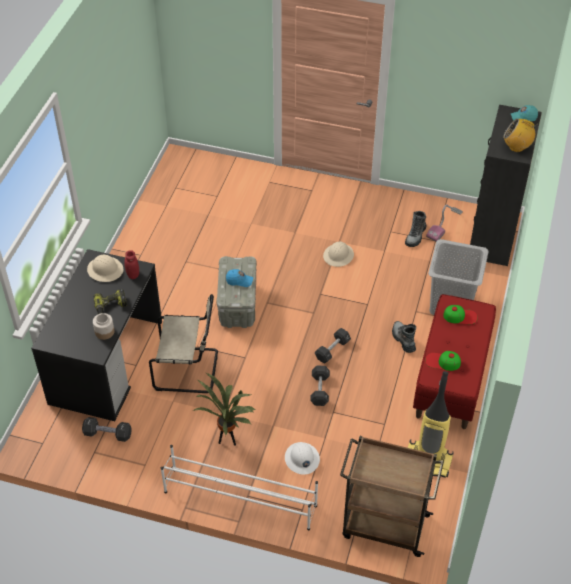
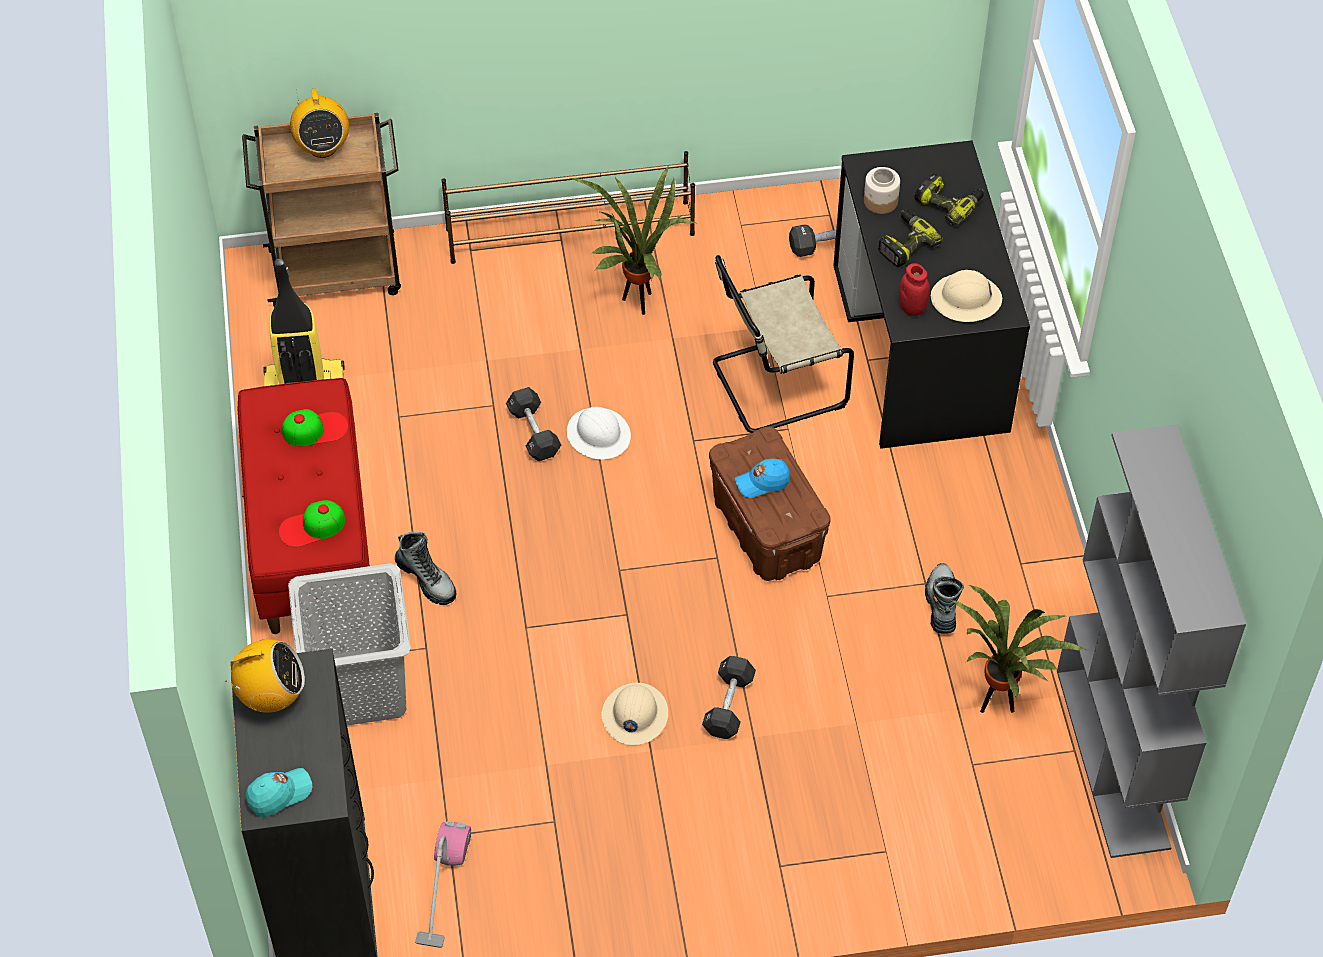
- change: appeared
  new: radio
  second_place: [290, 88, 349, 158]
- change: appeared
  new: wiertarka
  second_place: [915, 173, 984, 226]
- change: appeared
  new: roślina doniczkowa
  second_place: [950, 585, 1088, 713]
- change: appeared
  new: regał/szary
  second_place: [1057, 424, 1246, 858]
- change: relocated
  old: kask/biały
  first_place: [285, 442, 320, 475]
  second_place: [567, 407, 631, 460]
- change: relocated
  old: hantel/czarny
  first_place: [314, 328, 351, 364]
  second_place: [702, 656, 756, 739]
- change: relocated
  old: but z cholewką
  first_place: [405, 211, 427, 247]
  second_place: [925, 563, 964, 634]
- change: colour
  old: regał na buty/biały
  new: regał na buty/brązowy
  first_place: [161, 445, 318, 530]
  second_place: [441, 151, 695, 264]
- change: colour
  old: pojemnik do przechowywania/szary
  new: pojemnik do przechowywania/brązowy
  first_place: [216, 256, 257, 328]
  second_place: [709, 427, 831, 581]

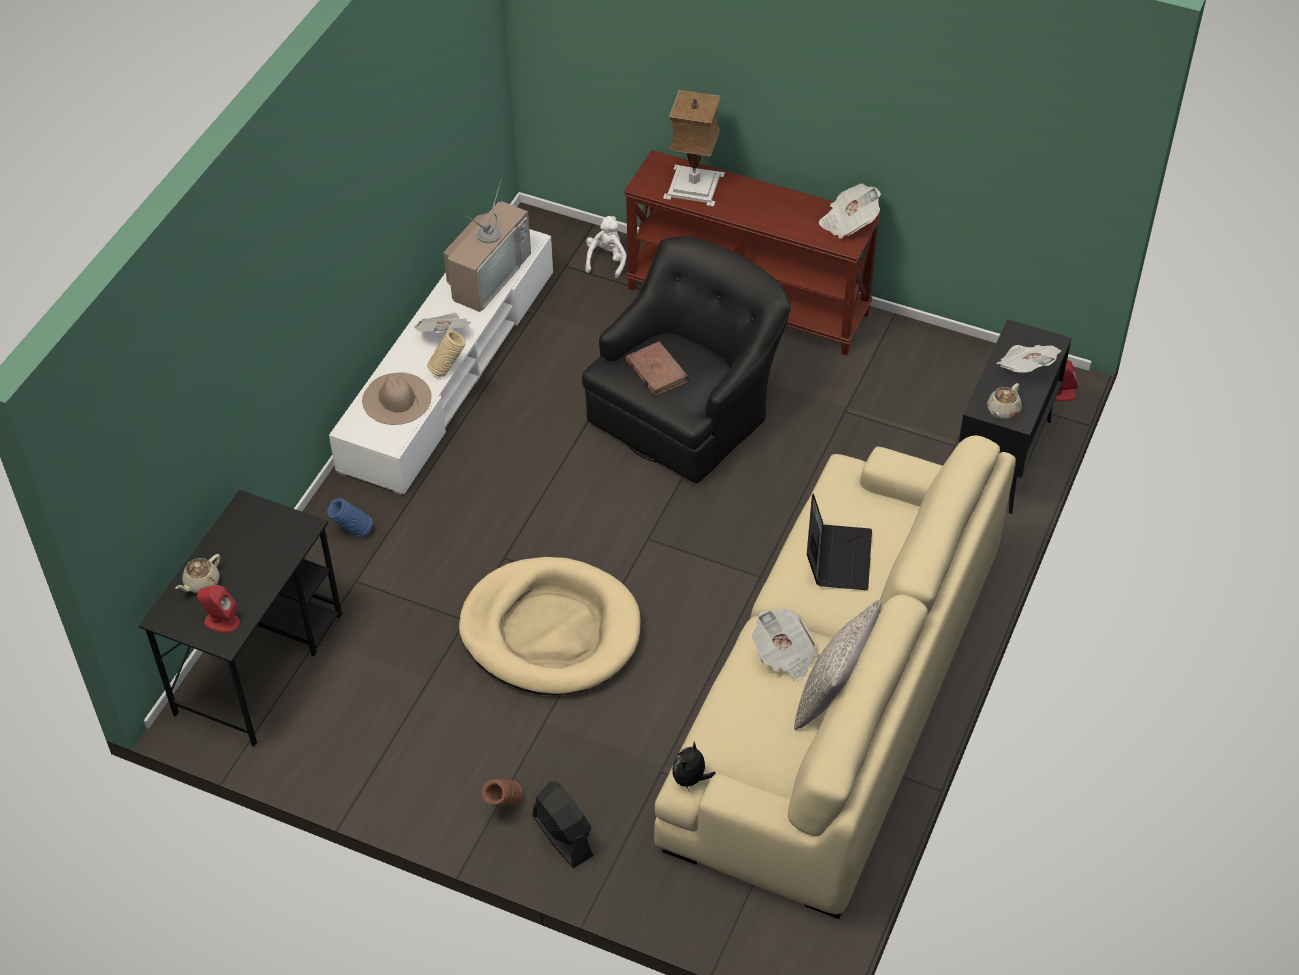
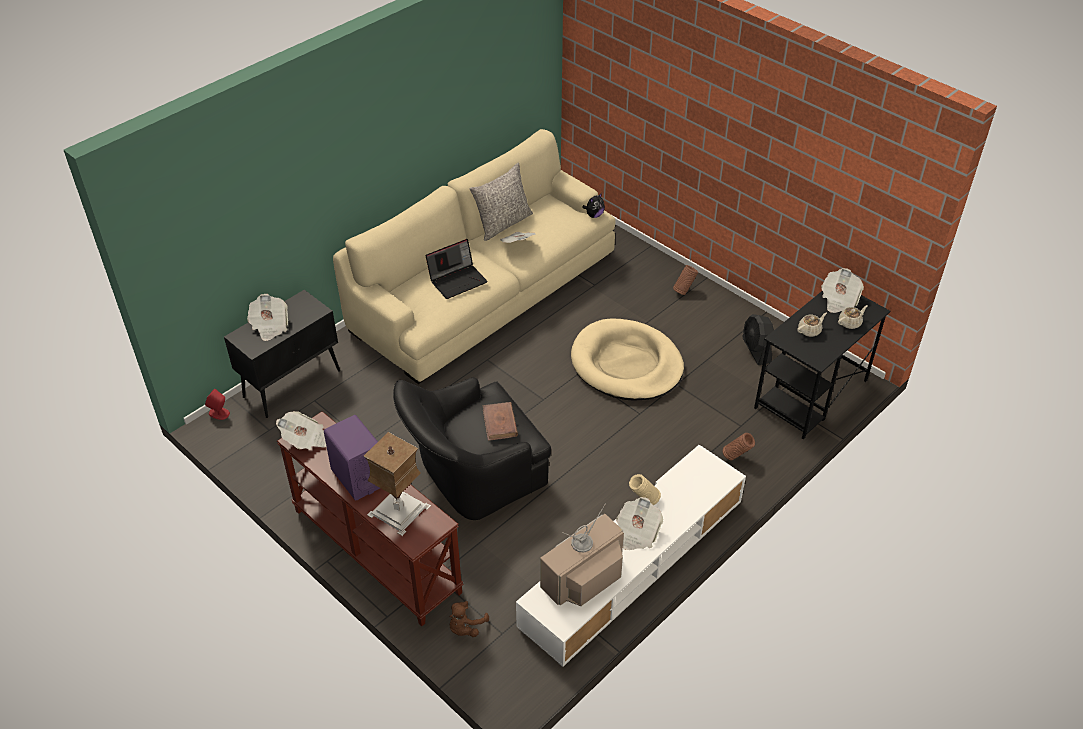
- change: missing
  old: kapelusz/beżowy
  first_place: [362, 373, 432, 425]
- change: appeared
  new: głośnik/fioletowy
  second_place: [324, 415, 380, 500]
- change: relocated
  old: wentylator/czarny
  first_place: [532, 781, 594, 868]
  second_place: [742, 314, 774, 365]
- change: relocated
  old: imbryk/beżowy
  first_place: [987, 383, 1022, 419]
  second_place: [797, 313, 827, 337]
- change: exchanged
  old: głośnik/czerwony
  new: gazeta
  first_place: [197, 585, 240, 633]
  second_place: [821, 268, 864, 313]
- change: colour
  old: wazon/niebieski
  new: wazon/brązowy
  first_place: [327, 498, 373, 538]
  second_place: [723, 433, 755, 461]
- change: colour
  old: pluszak/biały
  new: pluszak/brązowy
  first_place: [585, 216, 627, 279]
  second_place: [449, 601, 489, 637]
- change: spun
  old: laptop
  first_place: [807, 494, 872, 590]
  second_place: [425, 239, 488, 299]
  degrees: -150

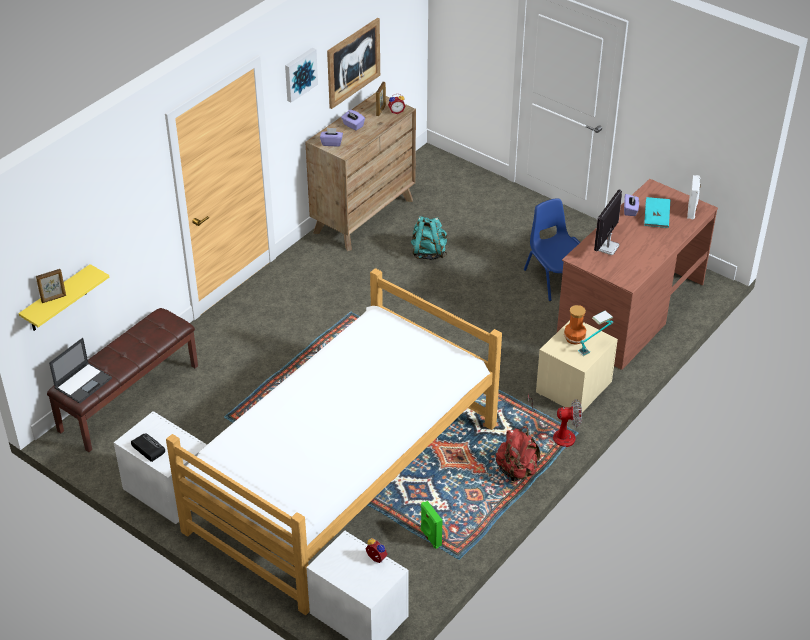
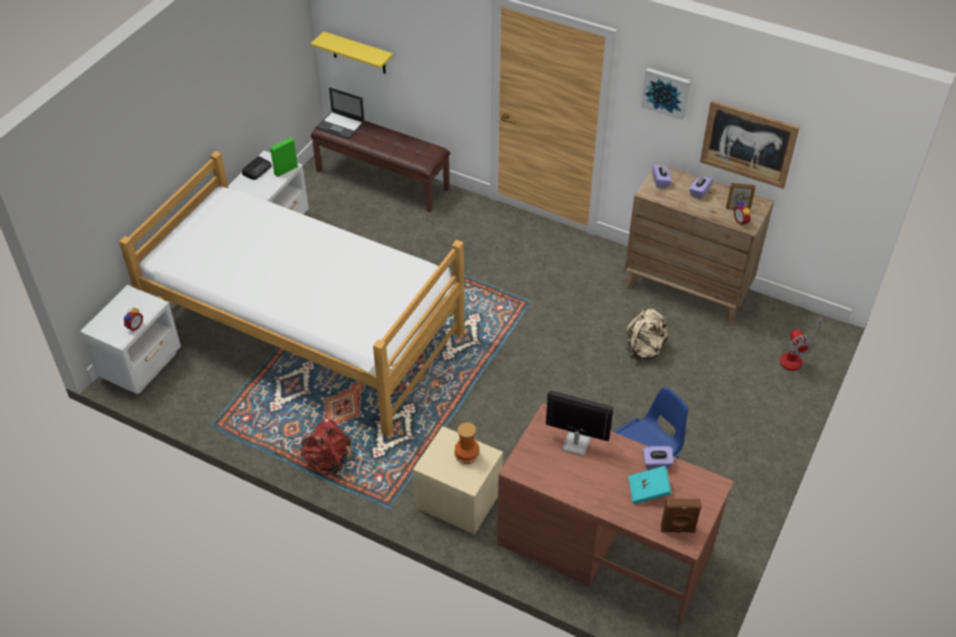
- change: missing
  old: ramka na zdjęcie
  first_place: [36, 269, 66, 303]
- change: missing
  old: lampa stołowa
  first_place: [578, 311, 613, 356]
- change: relocated
  old: głośnik/zielony
  first_place: [421, 501, 442, 549]
  second_place: [270, 137, 298, 177]
- change: relocated
  old: wentylator
  first_place: [528, 393, 582, 447]
  second_place: [780, 317, 823, 371]
- change: colour
  old: plecak/turkusowy
  new: plecak/beżowy
  first_place: [411, 216, 448, 260]
  second_place: [627, 309, 668, 362]
- change: colour
  old: głośnik/biały
  new: głośnik/brązowy
  first_place: [687, 175, 701, 219]
  second_place: [661, 498, 702, 533]

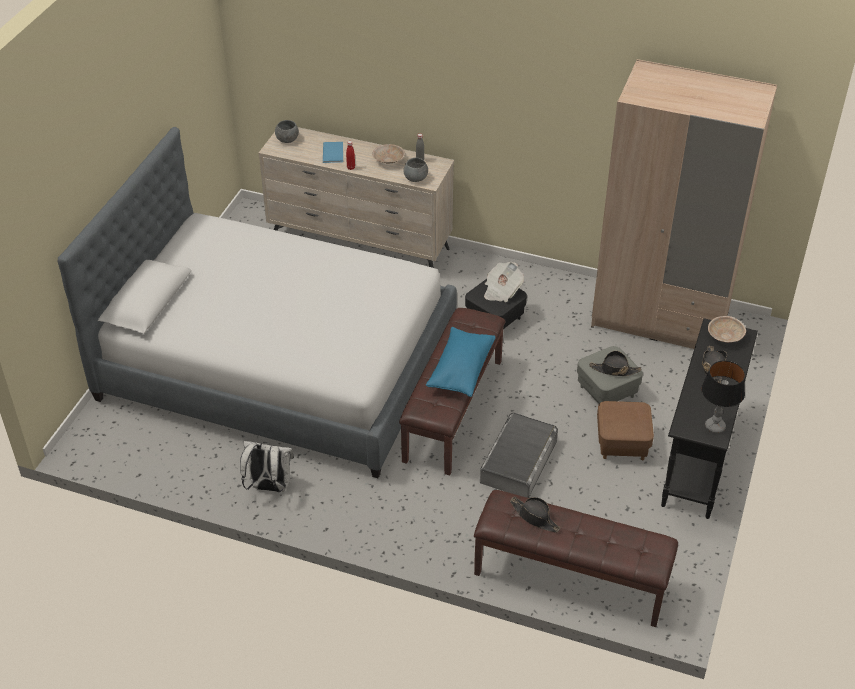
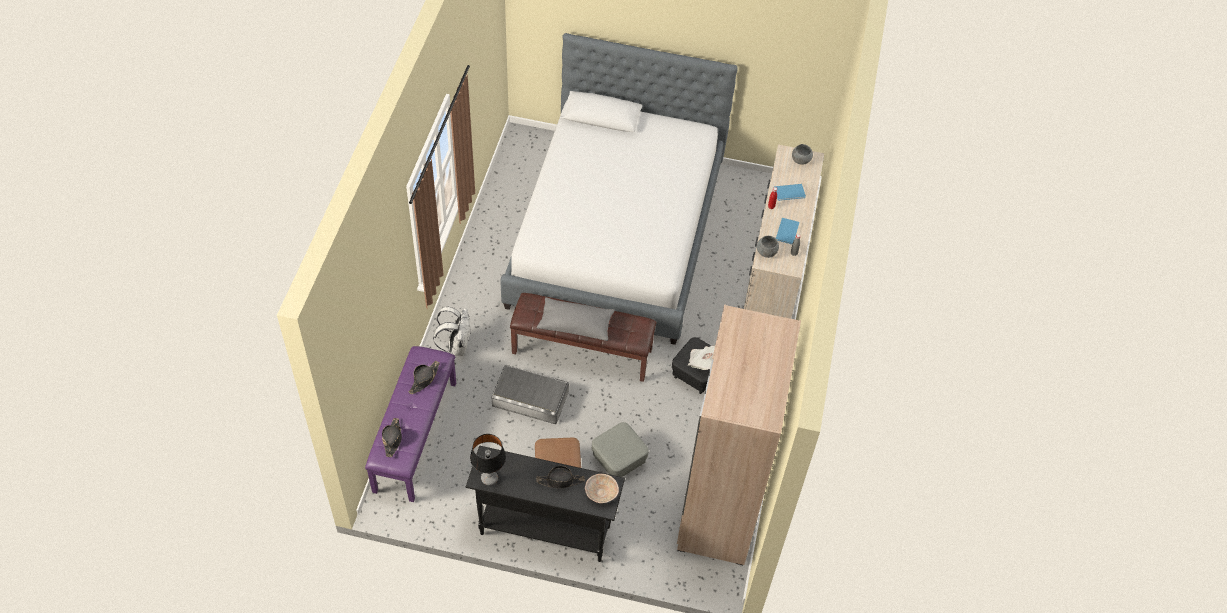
- change: relocated
  old: plecak/biały
  first_place: [240, 441, 294, 492]
  second_place: [433, 306, 471, 356]
- change: relocated
  old: kapelusz/czarny
  first_place: [590, 351, 641, 376]
  second_place: [382, 418, 402, 457]
- change: exchanged
  old: miska/beżowy
  new: książka/niebieski
  first_place: [372, 144, 405, 164]
  second_place: [776, 218, 800, 244]
- change: colour
  old: poduszka/niebieski
  new: poduszka/szary
  first_place: [426, 327, 496, 397]
  second_place: [537, 297, 615, 341]
- change: colour
  old: ławka/brązowy
  new: ławka/fioletowy
  first_place: [474, 490, 678, 627]
  second_place: [365, 346, 456, 502]

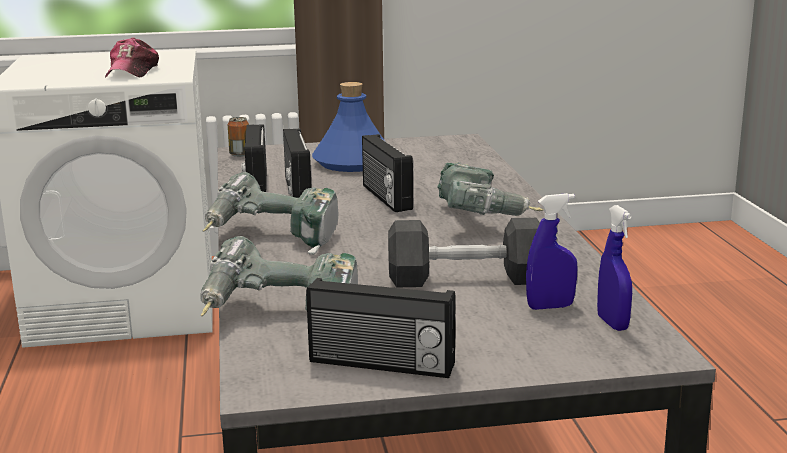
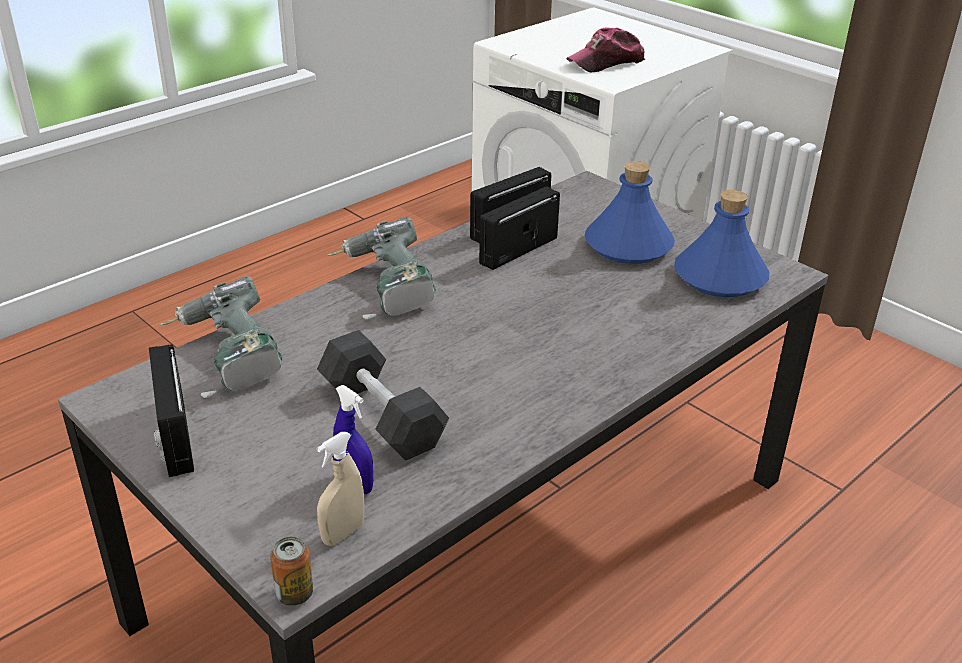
- change: missing
  old: radio
  first_place: [362, 134, 413, 212]
- change: missing
  old: wiertarka
  first_place: [437, 162, 544, 216]
- change: appeared
  new: butelka/niebieski
  second_place: [674, 190, 770, 297]
- change: relocated
  old: puszka
  first_place: [228, 117, 249, 157]
  second_place: [270, 537, 313, 606]
- change: colour
  old: spryskiwacz/niebieski
  new: spryskiwacz/beżowy
  first_place: [597, 205, 632, 331]
  second_place: [317, 432, 364, 546]

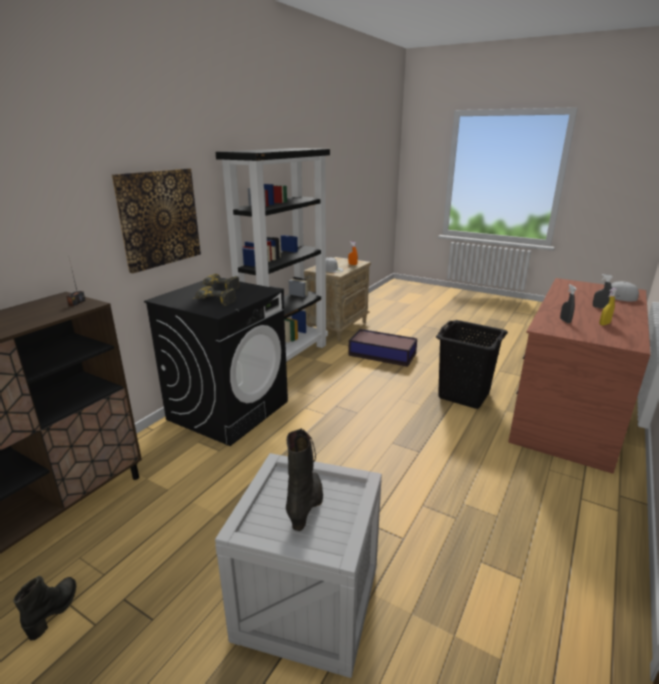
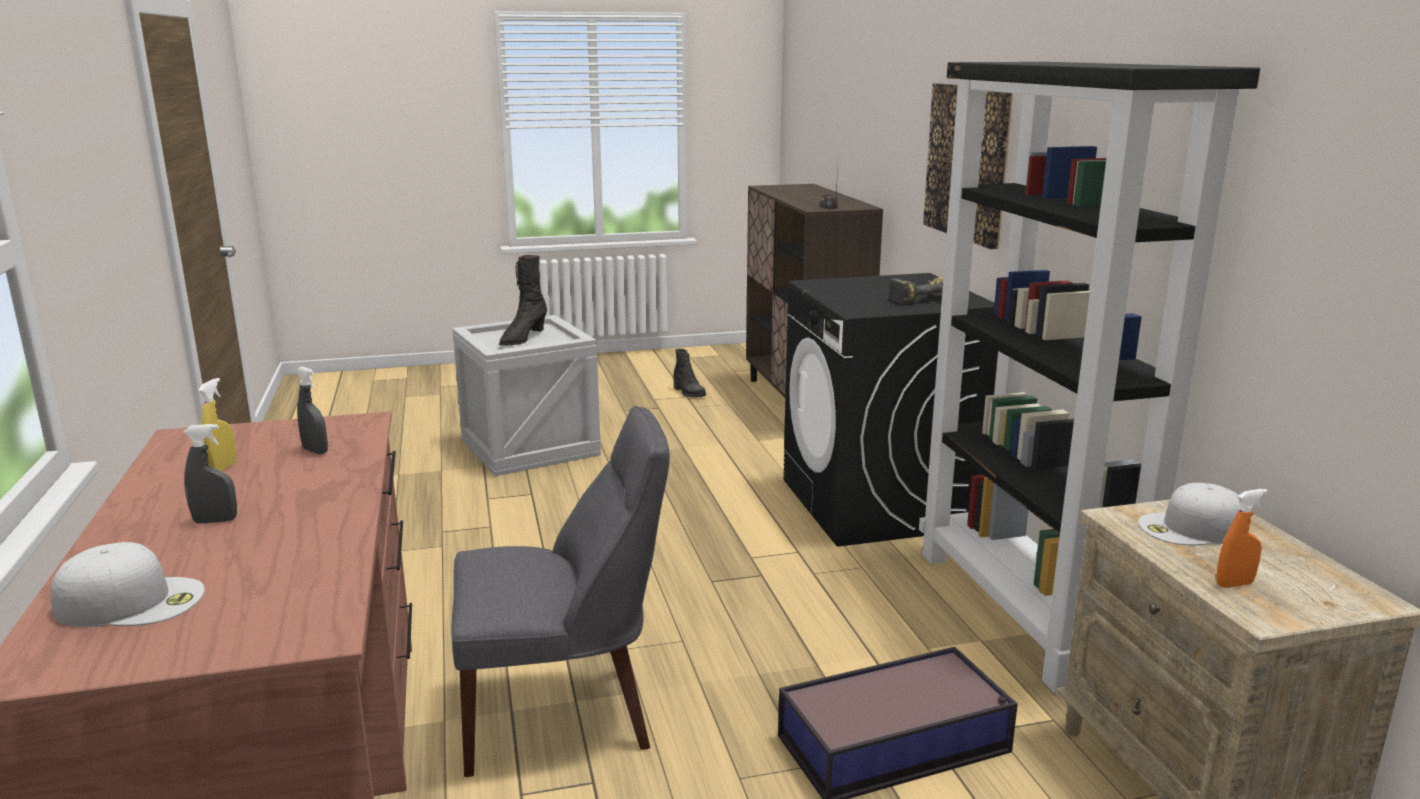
- change: missing
  old: wiertarka
  first_place: [193, 286, 236, 306]
- change: exchanged
  old: kosz na pranie/czarny
  new: krzesło/szary
  first_place: [436, 320, 508, 409]
  second_place: [452, 406, 670, 777]
- change: spun
  old: but z cholewką/czarny
  first_place: [286, 428, 323, 531]
  second_place: [499, 255, 547, 346]
  degrees: 60

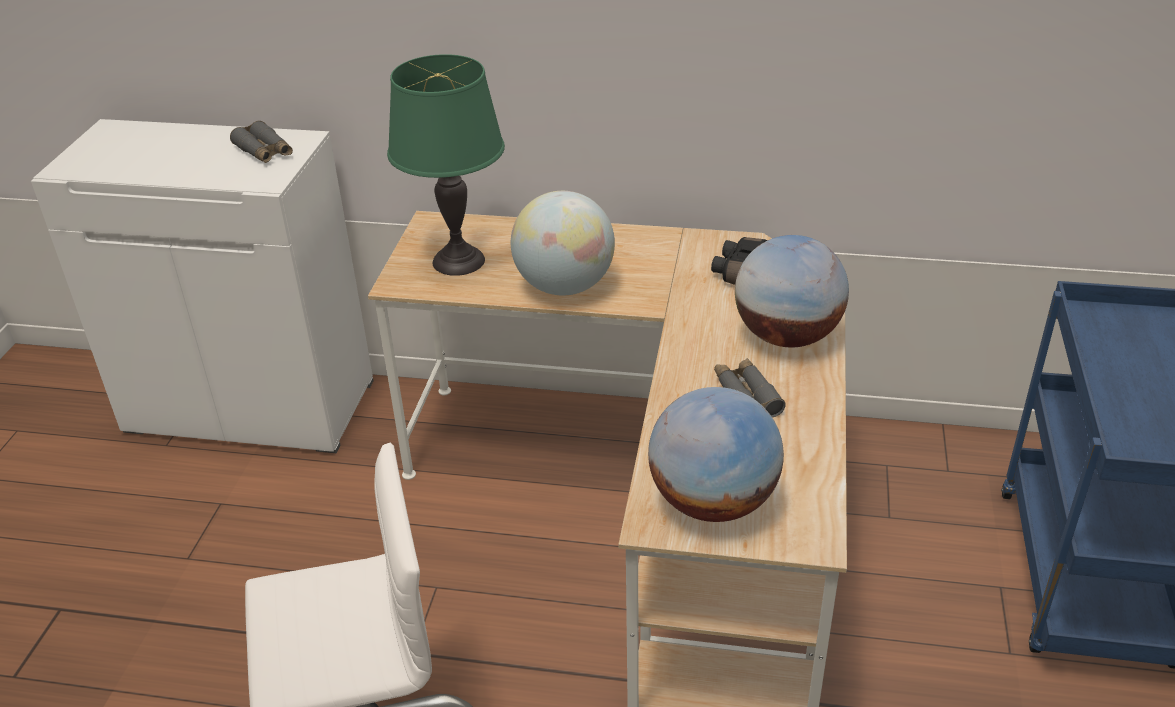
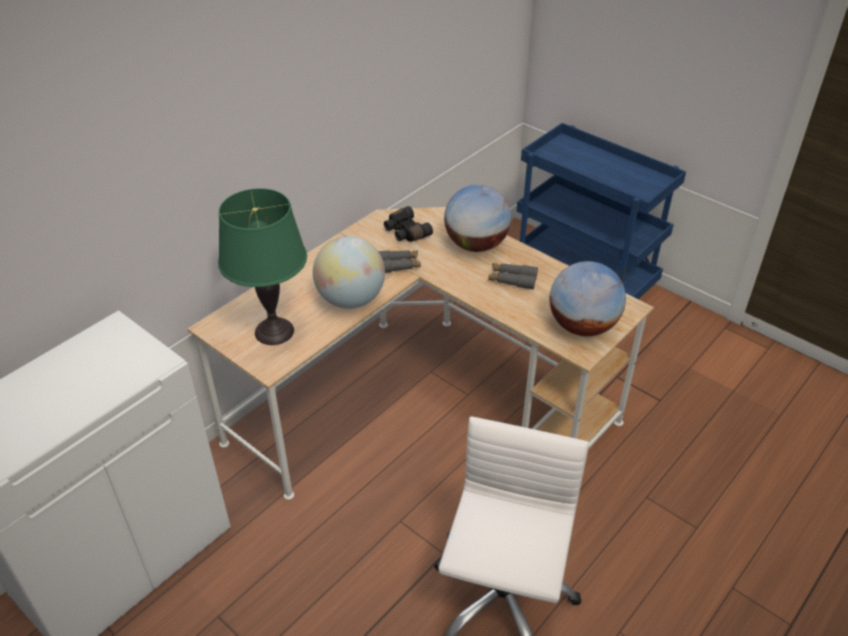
- change: relocated
  old: lornetka/szary
  first_place: [230, 121, 293, 163]
  second_place: [378, 250, 421, 273]

